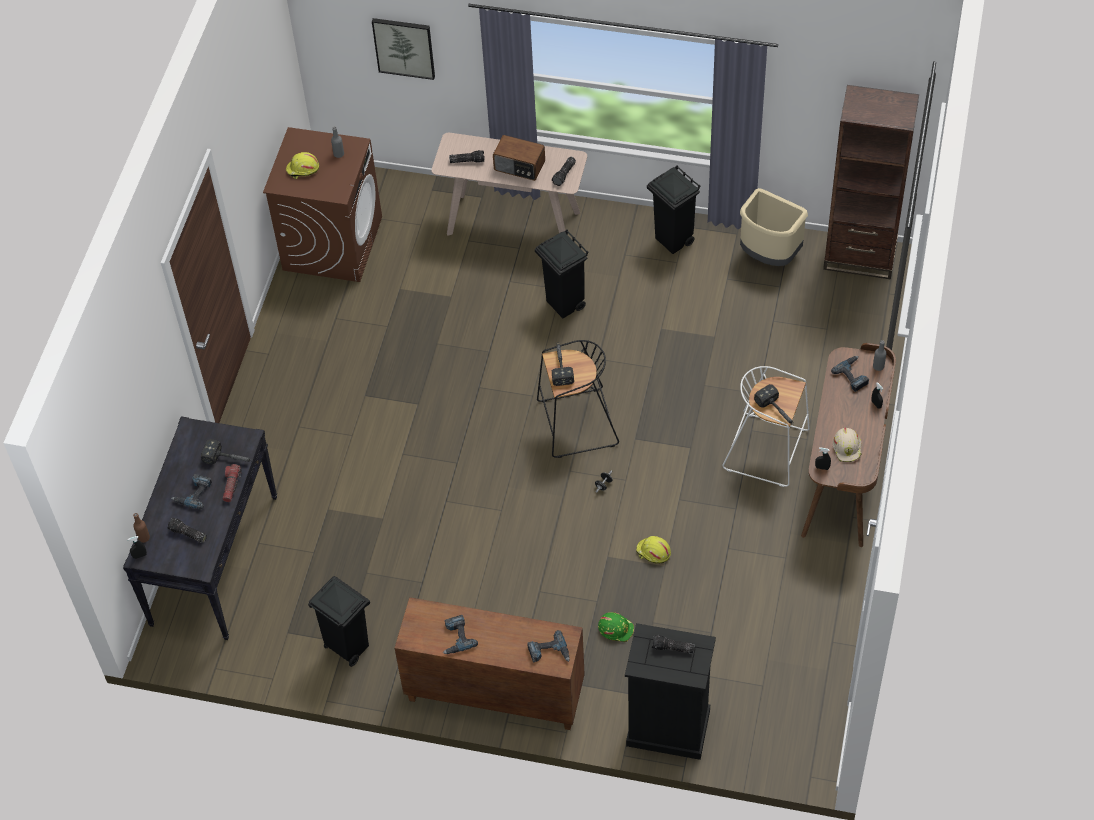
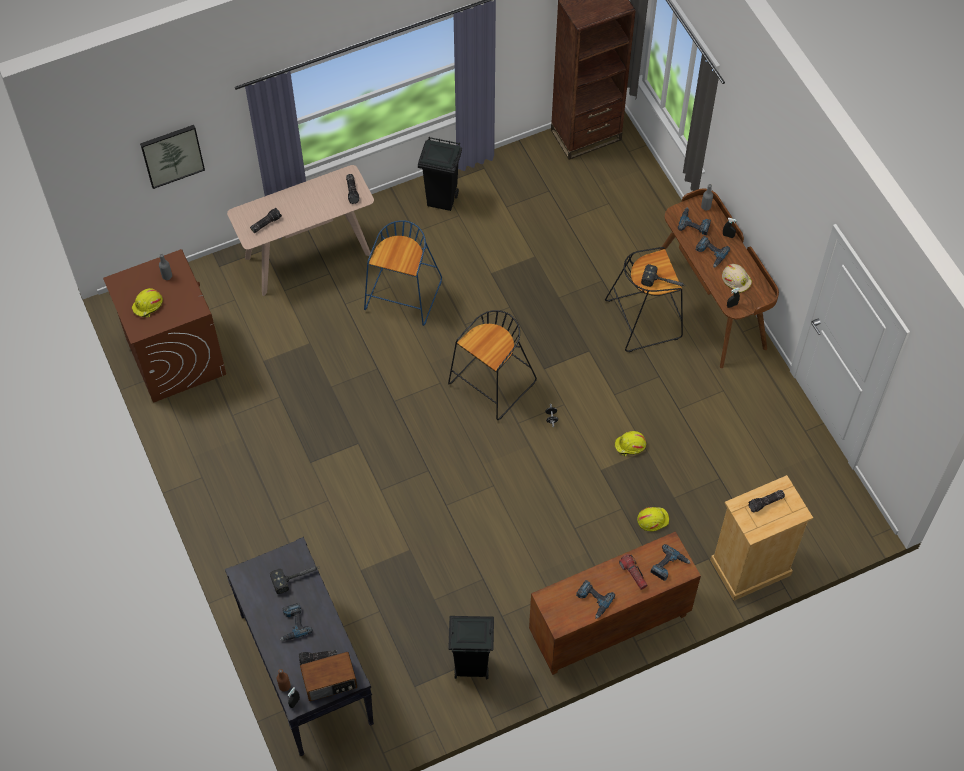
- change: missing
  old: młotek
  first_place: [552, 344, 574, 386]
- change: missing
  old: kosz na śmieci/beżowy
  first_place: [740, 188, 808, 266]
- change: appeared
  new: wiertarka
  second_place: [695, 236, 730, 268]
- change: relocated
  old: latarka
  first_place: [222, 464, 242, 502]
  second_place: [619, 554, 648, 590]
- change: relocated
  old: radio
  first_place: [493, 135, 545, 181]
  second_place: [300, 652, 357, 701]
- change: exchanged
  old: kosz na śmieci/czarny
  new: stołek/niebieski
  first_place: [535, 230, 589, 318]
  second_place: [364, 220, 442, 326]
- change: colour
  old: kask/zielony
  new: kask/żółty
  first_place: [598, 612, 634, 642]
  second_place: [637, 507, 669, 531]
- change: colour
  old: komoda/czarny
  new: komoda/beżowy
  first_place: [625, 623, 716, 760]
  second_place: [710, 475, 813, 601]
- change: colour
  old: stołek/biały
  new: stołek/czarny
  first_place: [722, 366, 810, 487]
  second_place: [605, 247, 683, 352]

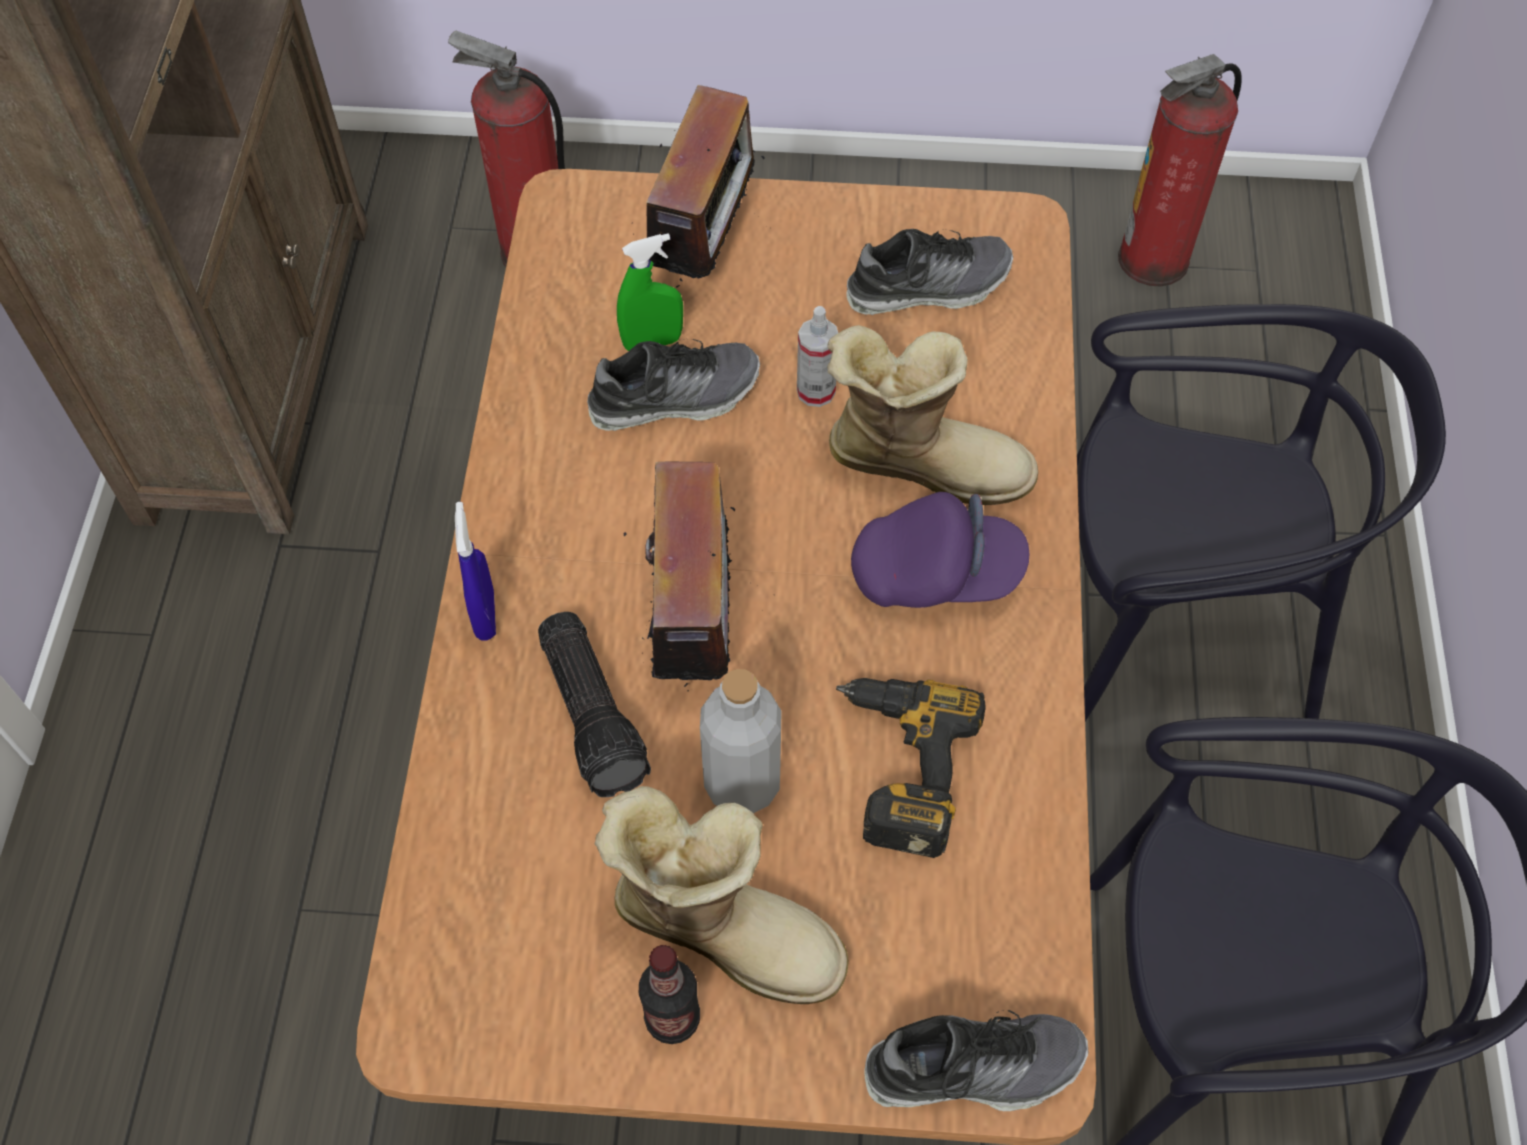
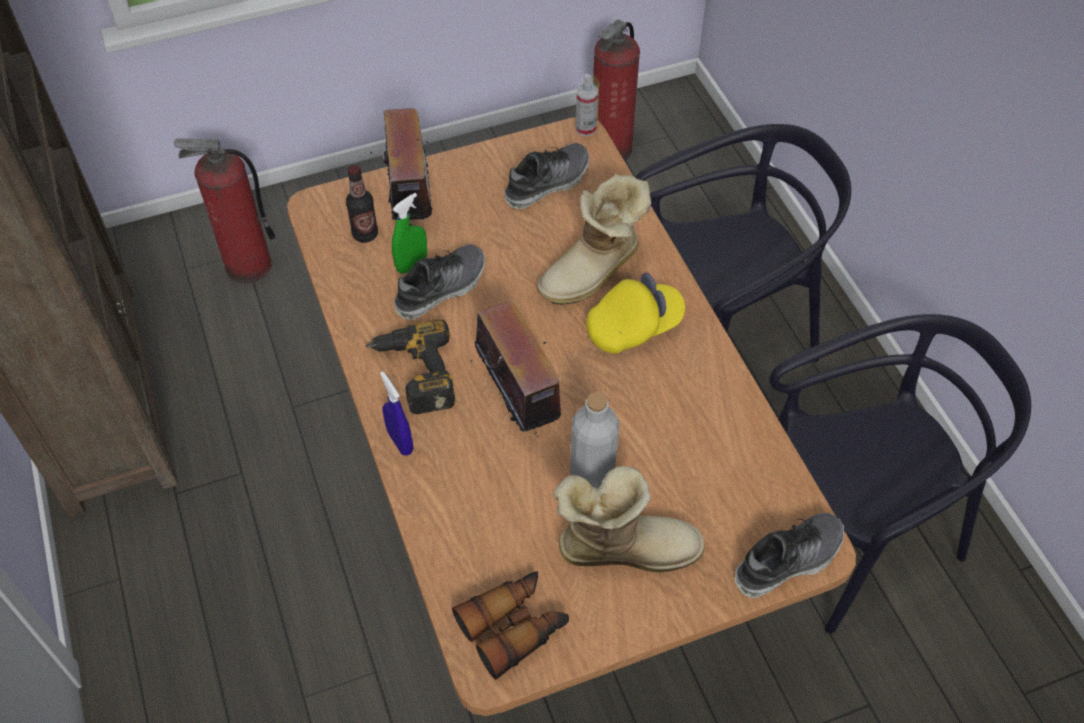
- change: missing
  old: latarka
  first_place: [538, 612, 651, 797]
- change: appeared
  new: lornetka
  second_place: [452, 571, 569, 680]
- change: relocated
  old: butelka
  first_place: [639, 945, 700, 1044]
  second_place: [346, 165, 378, 243]
- change: relocated
  old: spryskiwacz
  first_place: [797, 306, 838, 407]
  second_place: [576, 74, 598, 136]
- change: relocated
  old: wiertarka
  first_place: [836, 678, 986, 858]
  second_place: [366, 320, 455, 414]
- change: colour
  old: czapka z daszkiem/fioletowy
  new: czapka z daszkiem/żółty
  first_place: [851, 492, 1029, 608]
  second_place: [586, 272, 685, 353]
- change: spun
  old: but z cholewką
  first_place: [827, 325, 1038, 505]
  second_place: [537, 174, 651, 305]
  degrees: 150

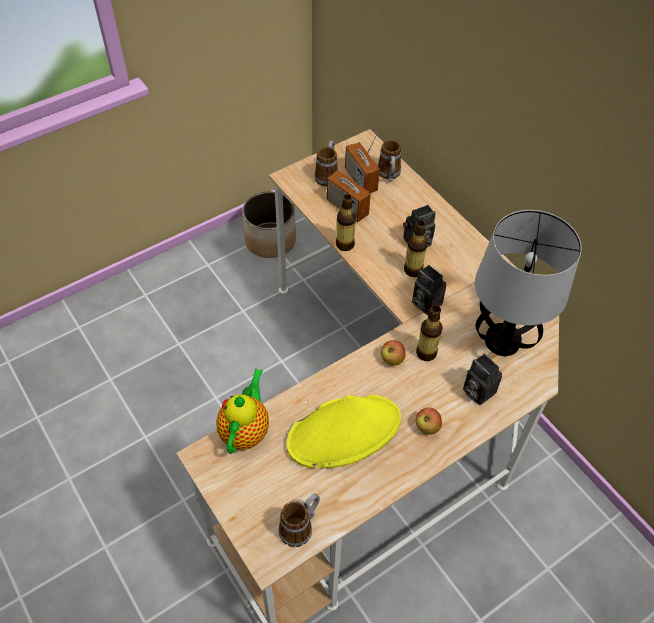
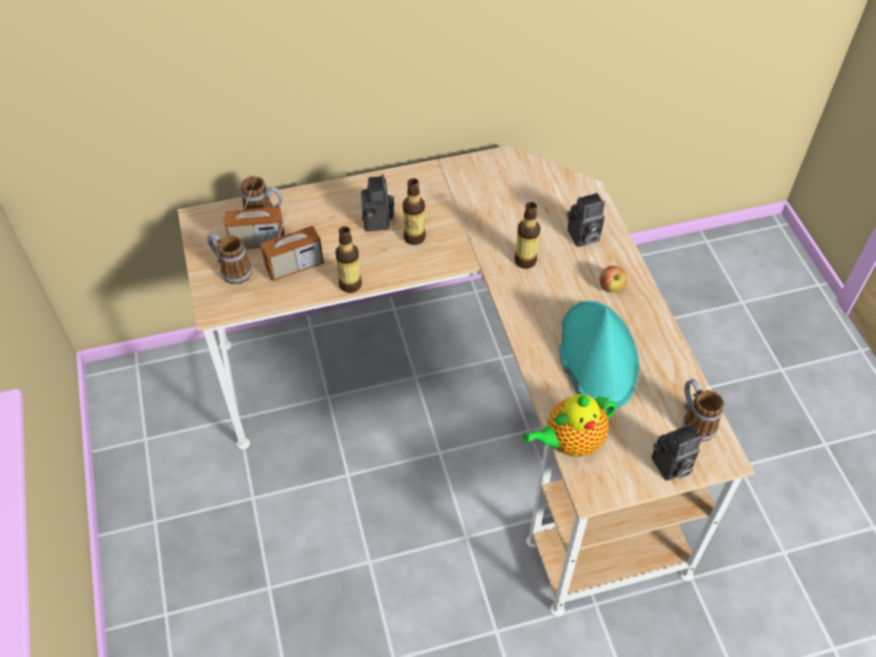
- change: missing
  old: donica
  first_place: [242, 192, 296, 258]
- change: missing
  old: jabłko
  first_place: [381, 340, 406, 365]
- change: missing
  old: lampa stołowa
  first_place: [475, 210, 582, 356]
- change: relocated
  old: aparat fotograficzny
  first_place: [412, 265, 446, 315]
  second_place: [652, 424, 702, 481]
- change: colour
  old: kapelusz/żółty
  new: kapelusz/turkusowy
  first_place: [287, 395, 401, 468]
  second_place: [559, 301, 639, 409]
- change: spun
  old: imbryk
  first_place: [216, 368, 269, 454]
  second_place: [522, 394, 616, 457]
  degrees: -60

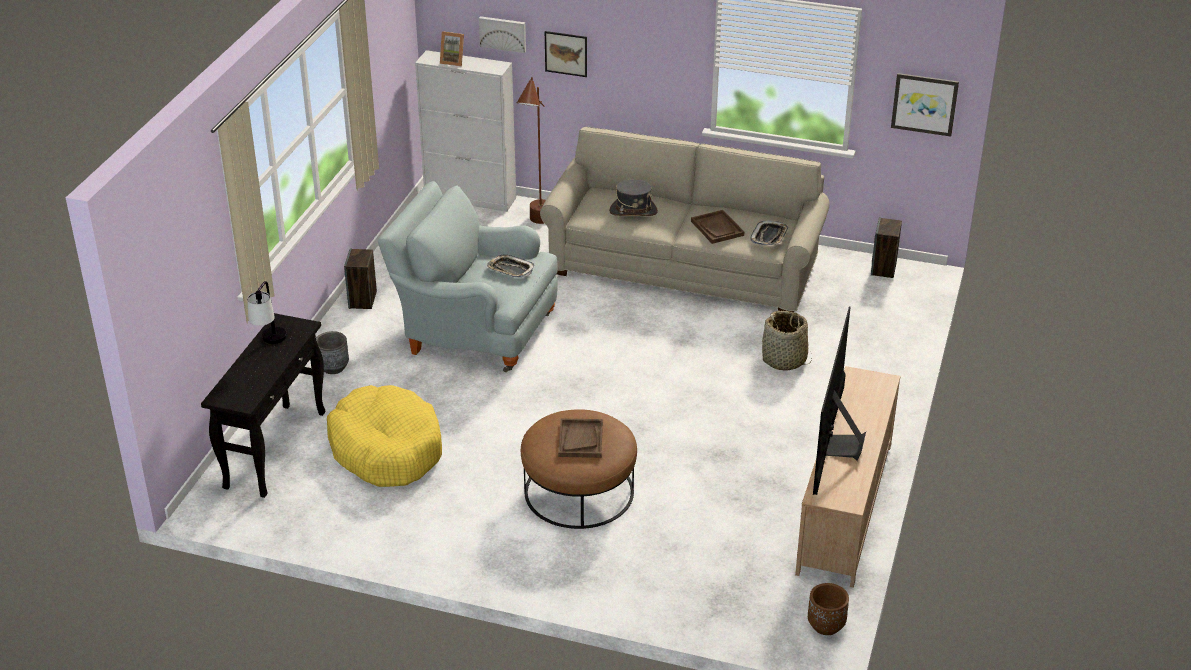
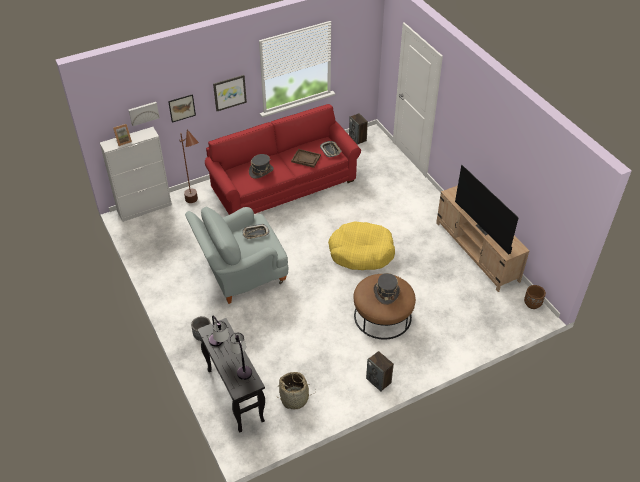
- change: appeared
  new: lampa stołowa
  second_place: [230, 333, 252, 380]
- change: relocated
  old: legowisko/żółty
  first_place: [327, 385, 442, 487]
  second_place: [328, 221, 395, 270]
- change: relocated
  old: głośnik
  first_place: [344, 248, 377, 309]
  second_place: [366, 351, 394, 392]
- change: relocated
  old: koszyk
  first_place: [762, 311, 812, 370]
  second_place: [277, 372, 312, 409]
- change: relocated
  old: obraz
  first_place: [891, 73, 959, 137]
  second_place: [213, 75, 247, 111]
- change: exchanged
  old: taca/brązowy
  new: kapelusz/szary
  first_place: [558, 418, 603, 458]
  second_place: [373, 273, 400, 305]
- change: colour
  old: kanapa/beżowy
  new: kanapa/czerwony
  first_place: [540, 126, 829, 312]
  second_place: [205, 104, 361, 215]

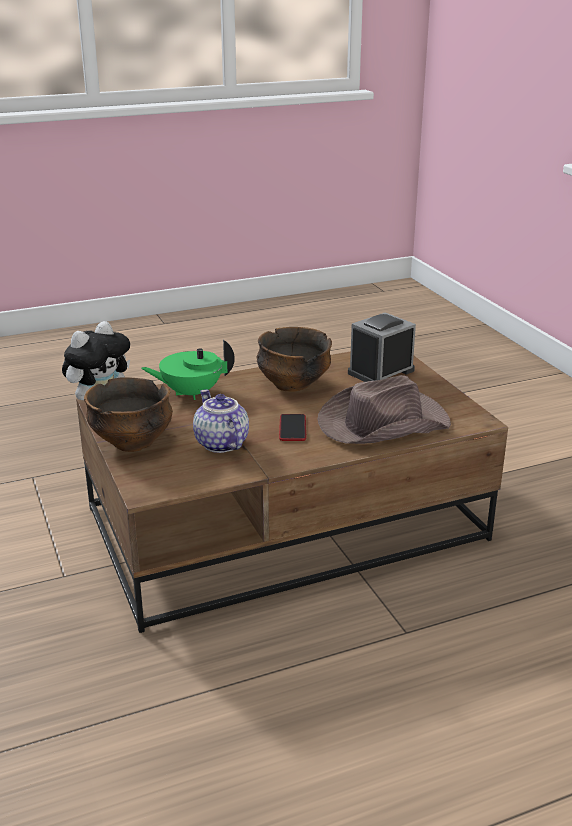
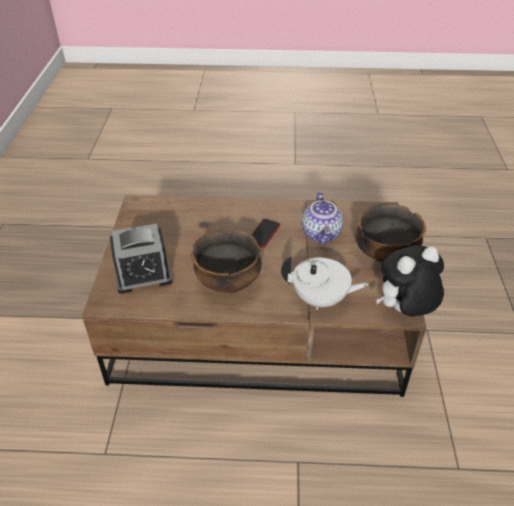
- change: missing
  old: kapelusz/brązowy
  first_place: [317, 375, 451, 444]
- change: colour
  old: imbryk/zielony
  new: imbryk/biały
  first_place: [141, 340, 235, 400]
  second_place: [281, 257, 369, 310]

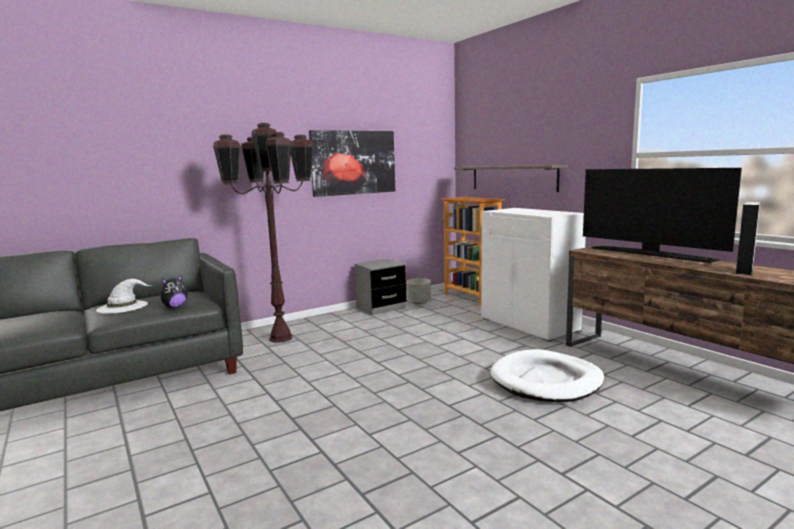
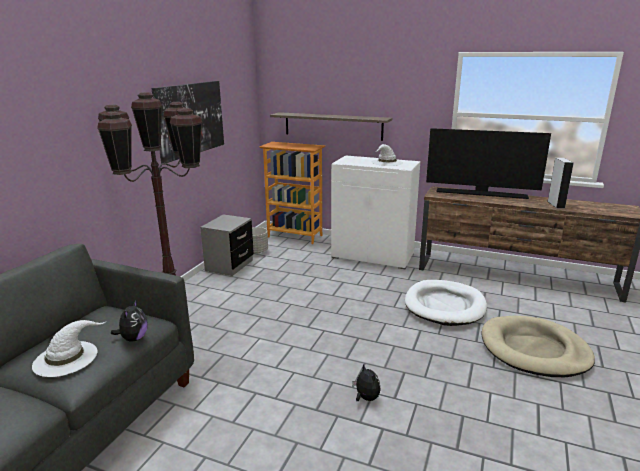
- change: appeared
  new: pluszak
  second_place: [353, 364, 381, 401]
- change: appeared
  new: kapelusz/biały
  second_place: [372, 144, 403, 166]
- change: appeared
  new: legowisko/beżowy
  second_place: [481, 316, 595, 377]

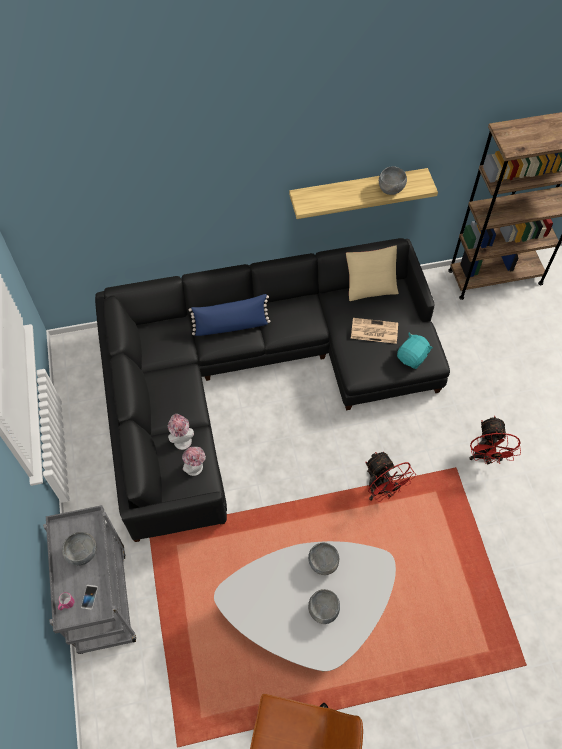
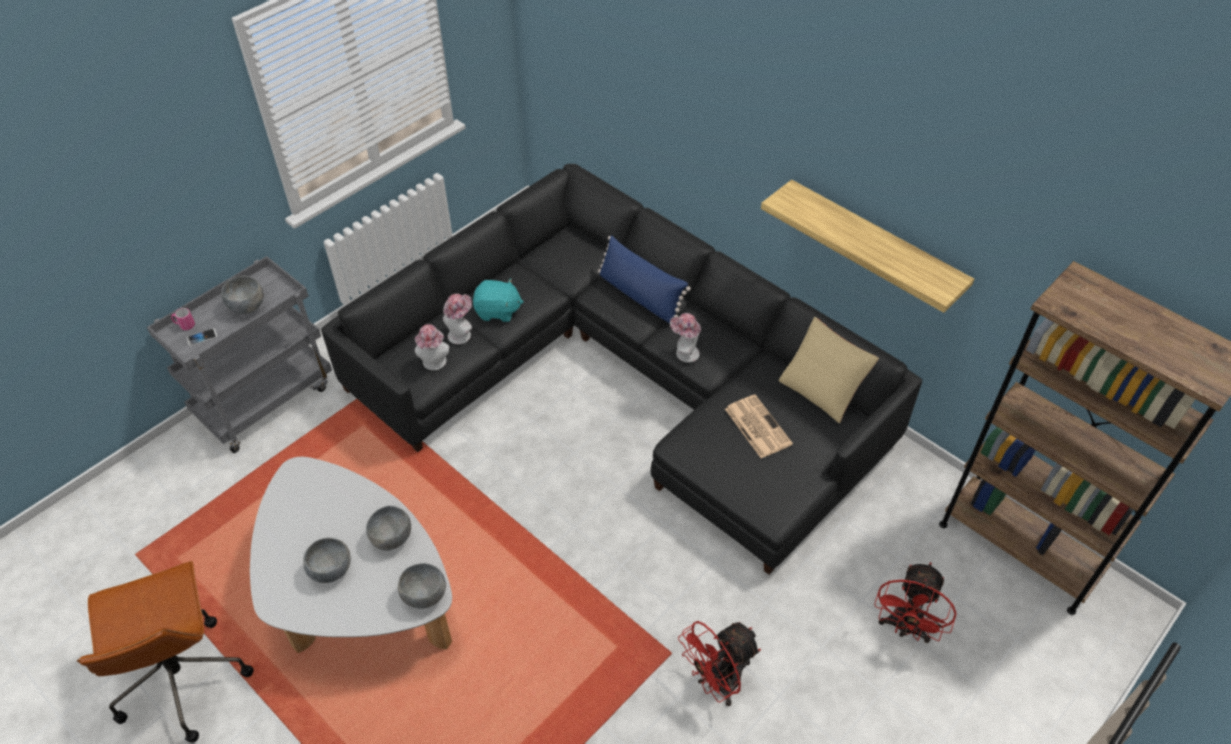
- change: appeared
  new: kapelusz
  second_place: [670, 313, 701, 363]
- change: relocated
  old: wentylator/czerwony
  first_place: [365, 452, 416, 502]
  second_place: [874, 562, 957, 643]
- change: relocated
  old: miska/szary
  first_place: [379, 166, 407, 195]
  second_place: [398, 563, 446, 609]
- change: relocated
  old: pluszak/turkusowy
  first_place: [397, 333, 433, 369]
  second_place: [473, 279, 523, 322]

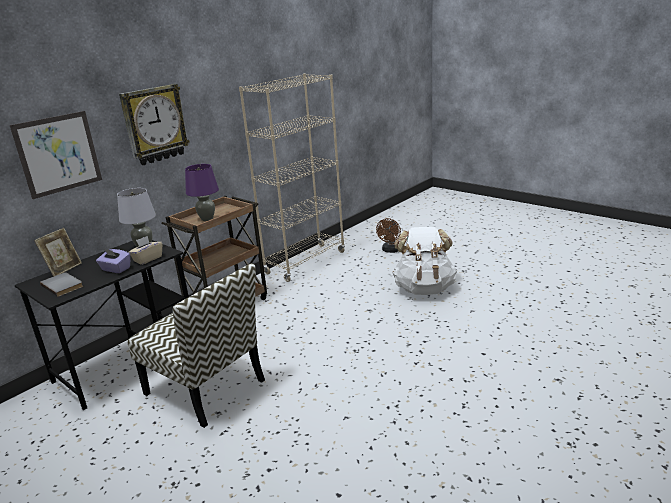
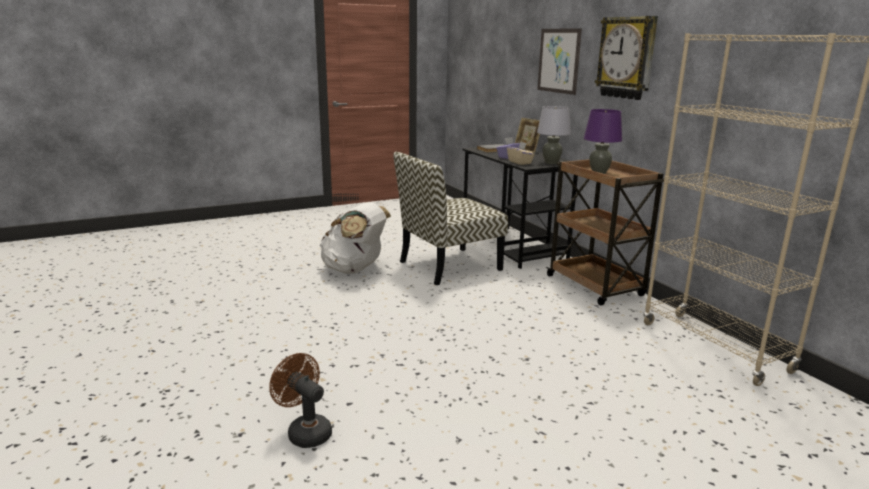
- change: relocated
  old: wentylator/brązowy
  first_place: [376, 218, 401, 253]
  second_place: [269, 353, 332, 448]
- change: relocated
  old: plecak/biały
  first_place: [393, 227, 457, 295]
  second_place: [319, 202, 391, 274]

